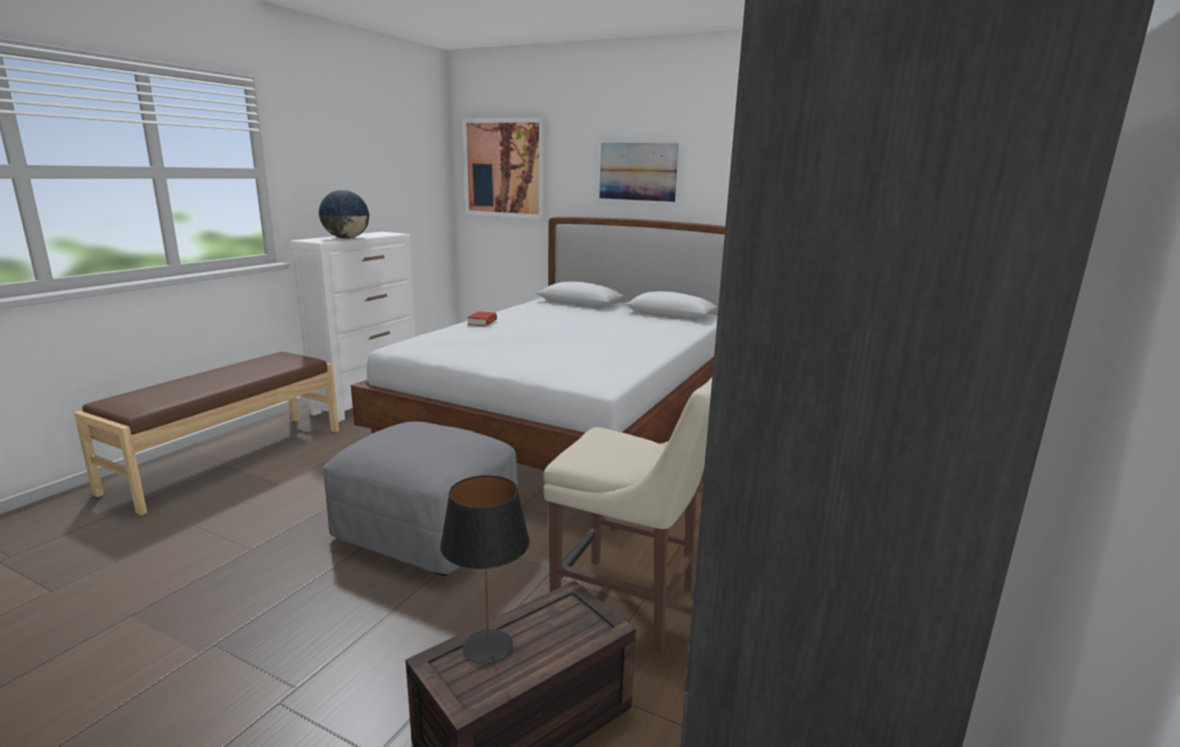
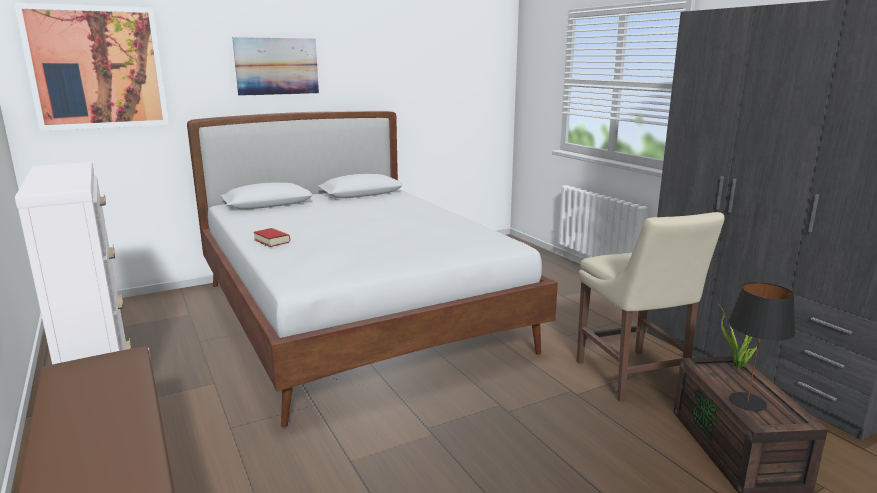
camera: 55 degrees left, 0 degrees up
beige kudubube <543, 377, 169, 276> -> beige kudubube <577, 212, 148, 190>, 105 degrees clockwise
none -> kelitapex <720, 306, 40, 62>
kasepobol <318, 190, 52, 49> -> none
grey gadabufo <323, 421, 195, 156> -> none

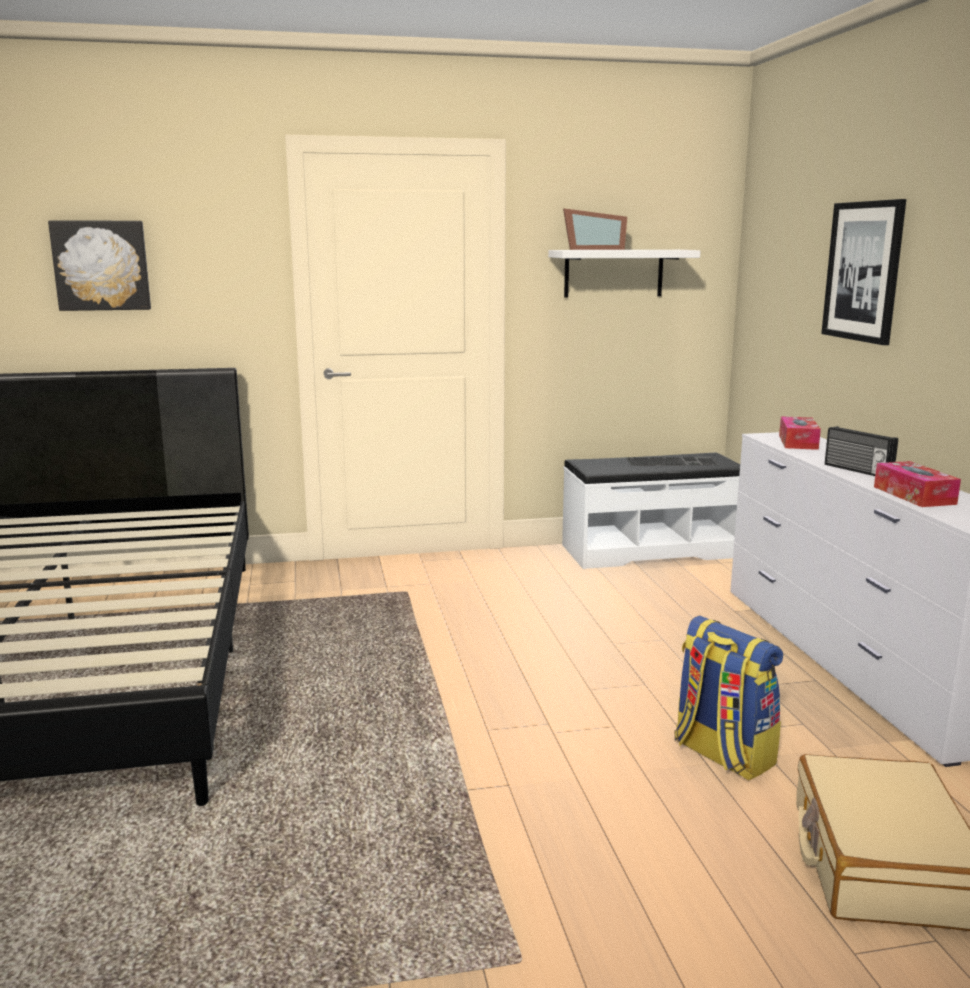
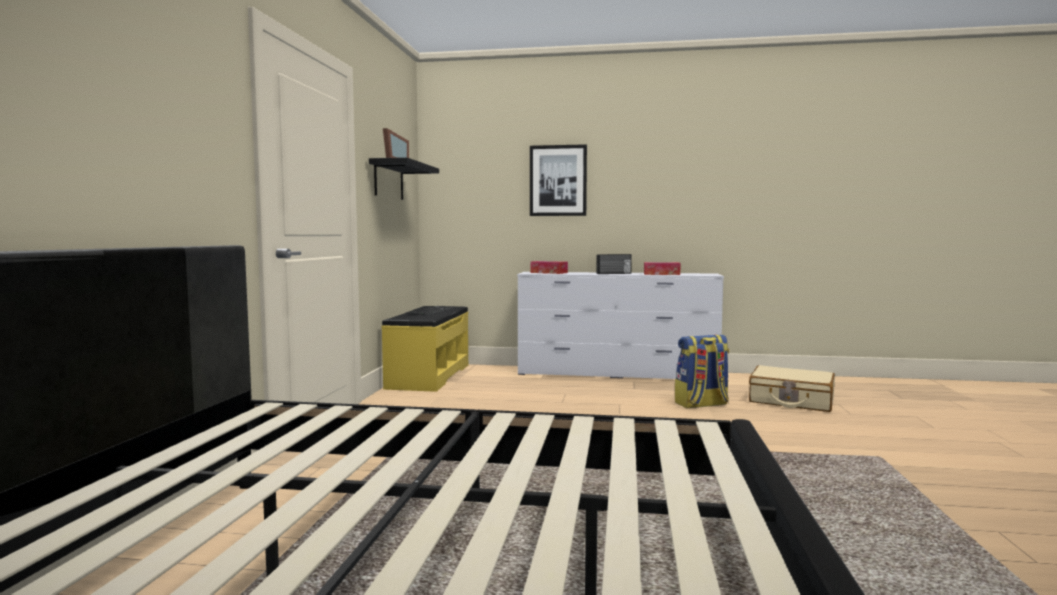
camera: 70 degrees left, 10 degrees down
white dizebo <548, 250, 152, 48> -> black dizebo <369, 157, 70, 43>
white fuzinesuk <562, 453, 178, 116> -> yellow fuzinesuk <381, 306, 88, 86>
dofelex <48, 220, 103, 91> -> none

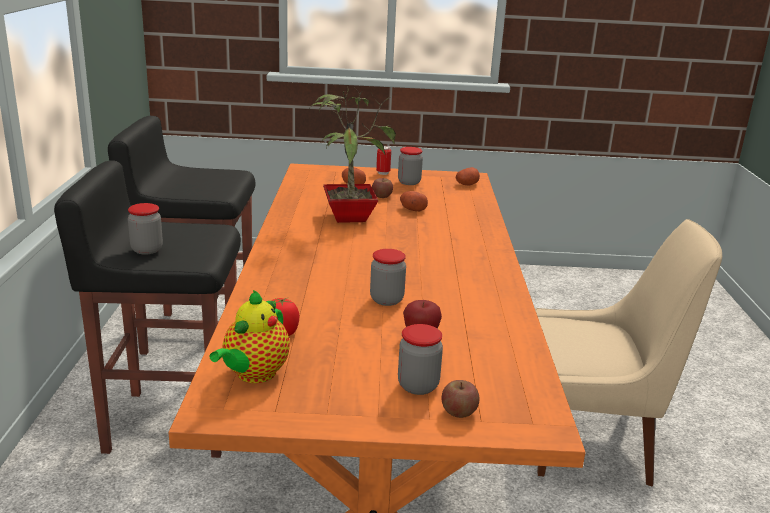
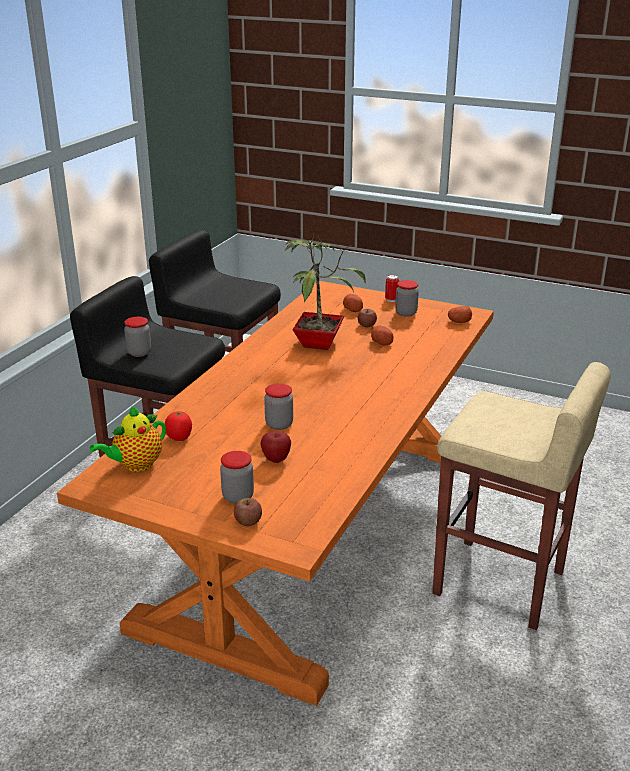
camera: 25 degrees right, 5 degrees up
beige kudubube <535, 219, 187, 268> -> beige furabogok <433, 362, 178, 268>

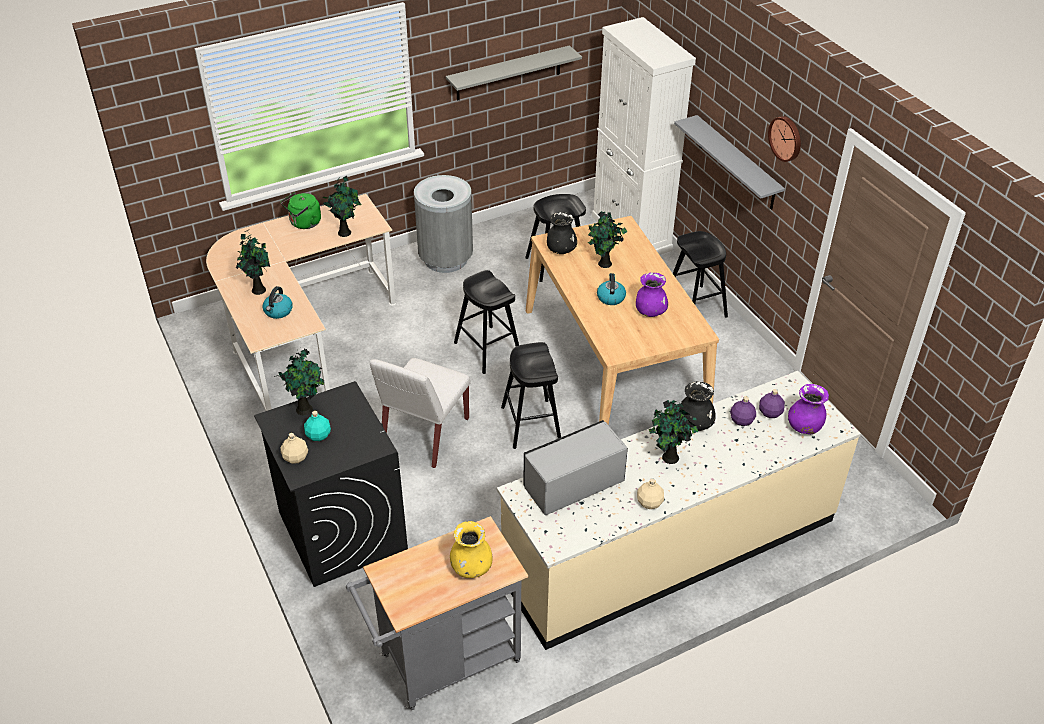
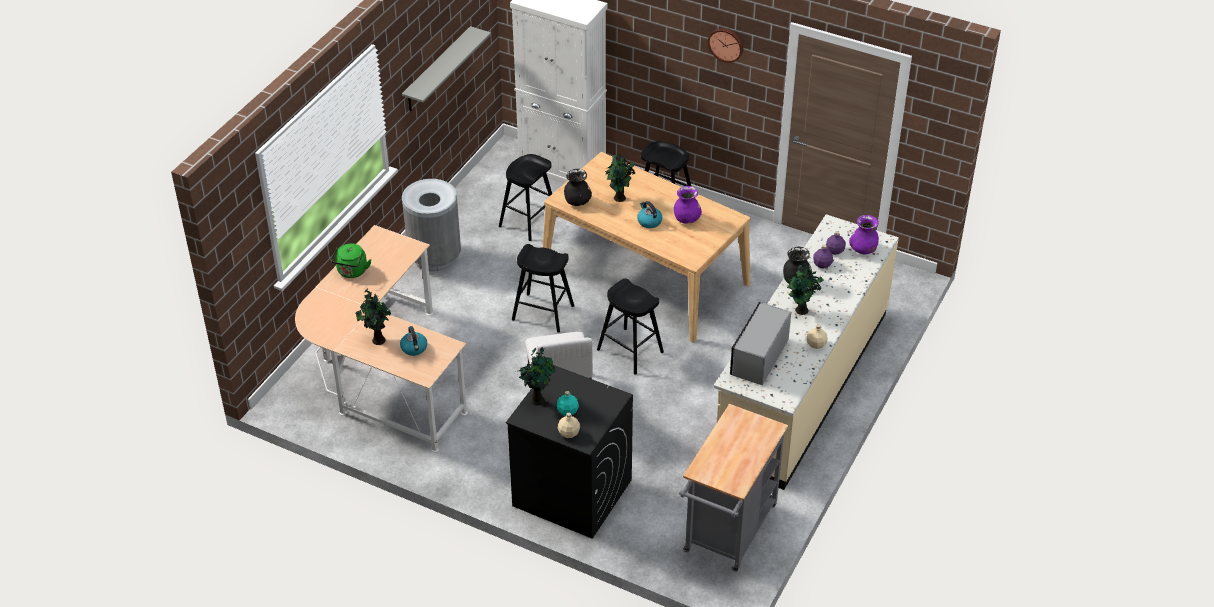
camera: 35 degrees left, 0 degrees up
kelitapex <322, 176, 39, 61> -> none
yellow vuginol <450, 521, 42, 57> -> none
grey dizebo <674, 115, 111, 95> -> none

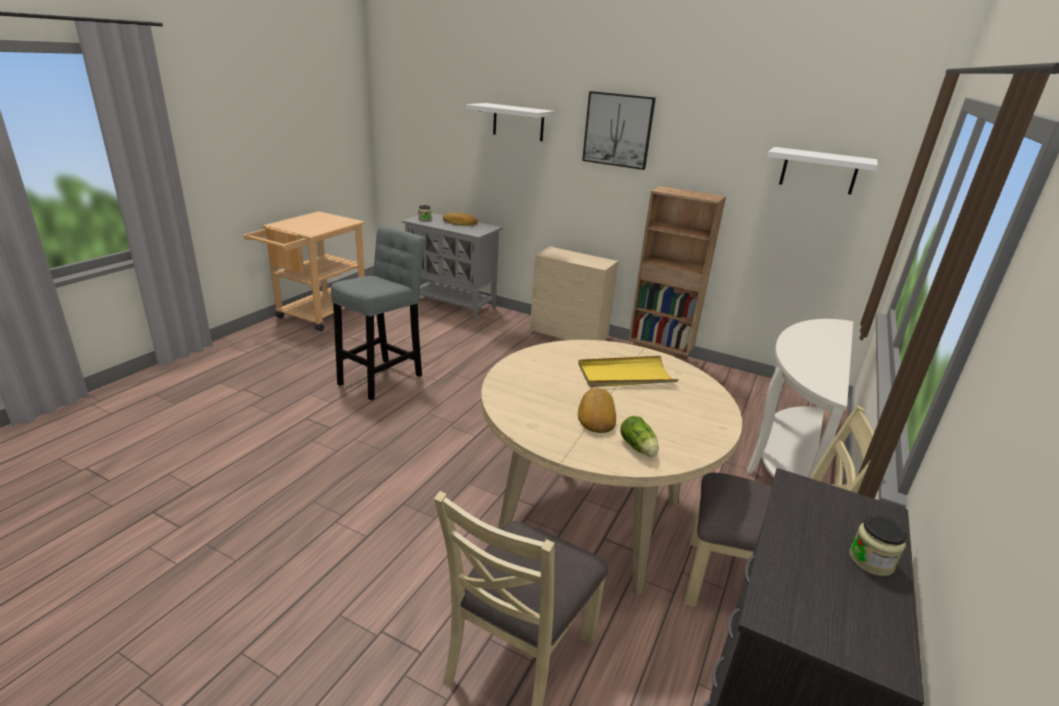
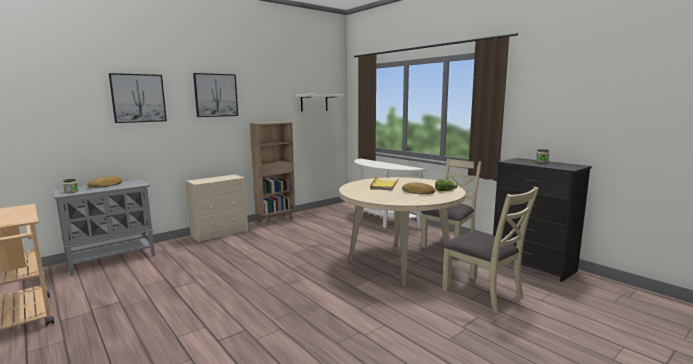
camera: 65 degrees left, 15 degrees down
white dizebo <466, 103, 89, 38> -> dofelex <109, 73, 58, 50>
grey furabogok <331, 226, 95, 174> -> none

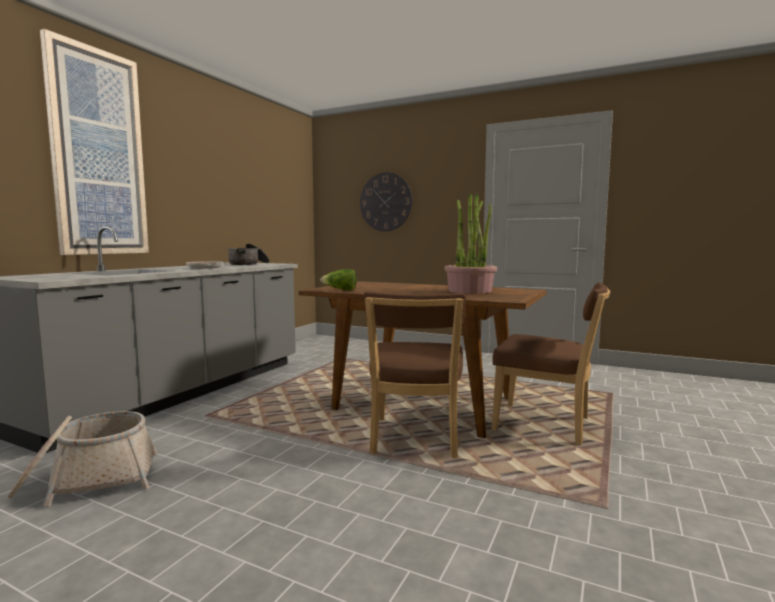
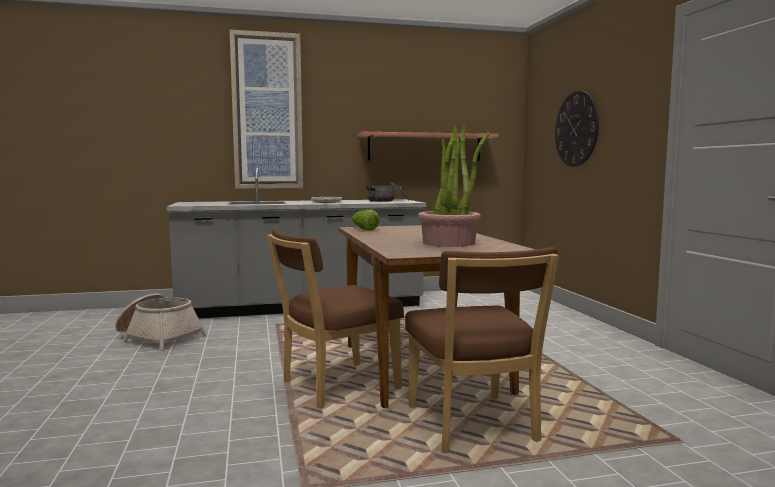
camera: 50 degrees right, 0 degrees up
none -> dizebo <358, 132, 141, 29>

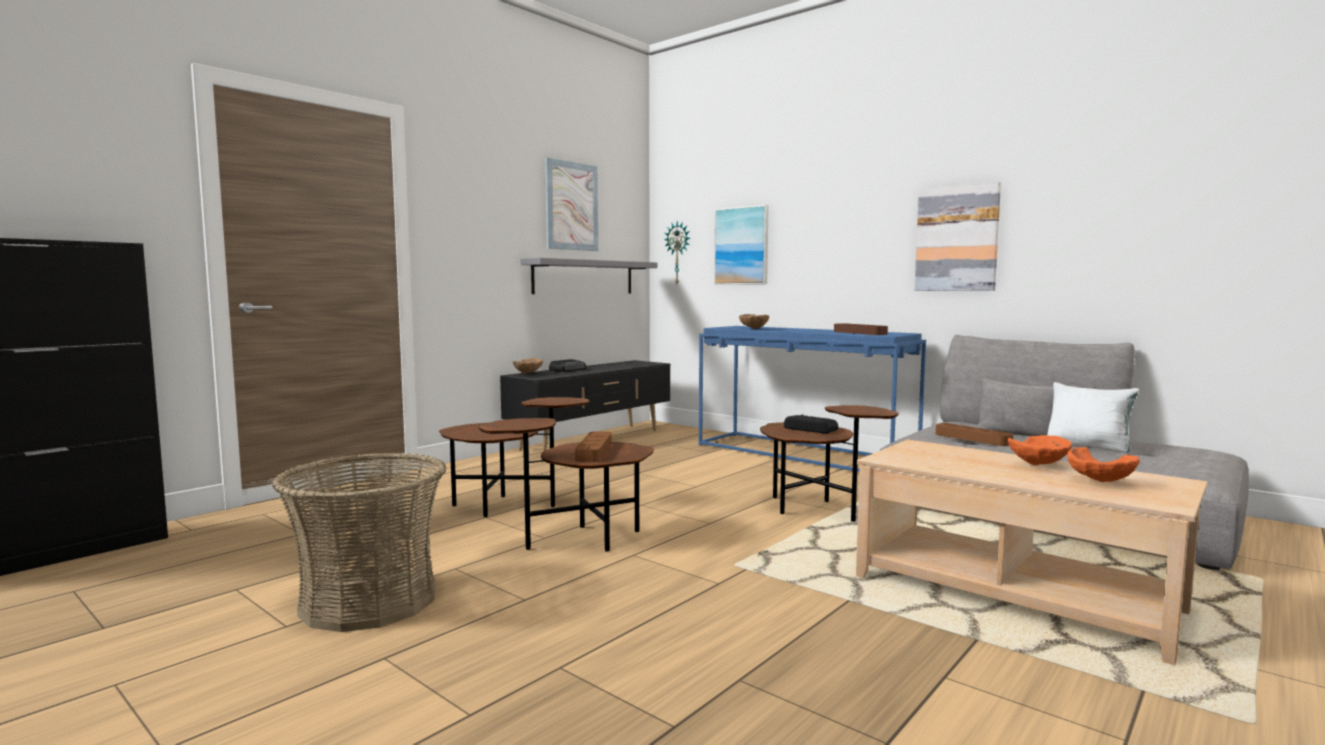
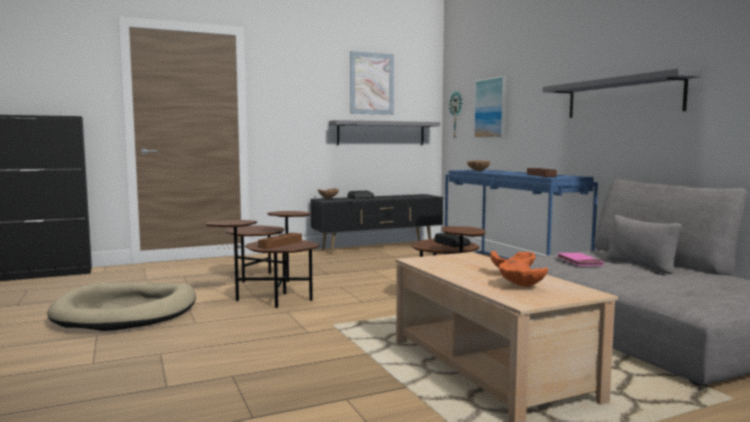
camera: 25 degrees right, 0 degrees up
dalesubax <272, 452, 175, 180> -> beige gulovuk <47, 282, 149, 49>
dofelex <915, 182, 86, 109> -> grey dizebo <543, 68, 159, 50>
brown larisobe <936, 423, 77, 23> -> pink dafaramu <556, 252, 48, 14>
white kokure <1047, 382, 92, 71> -> none

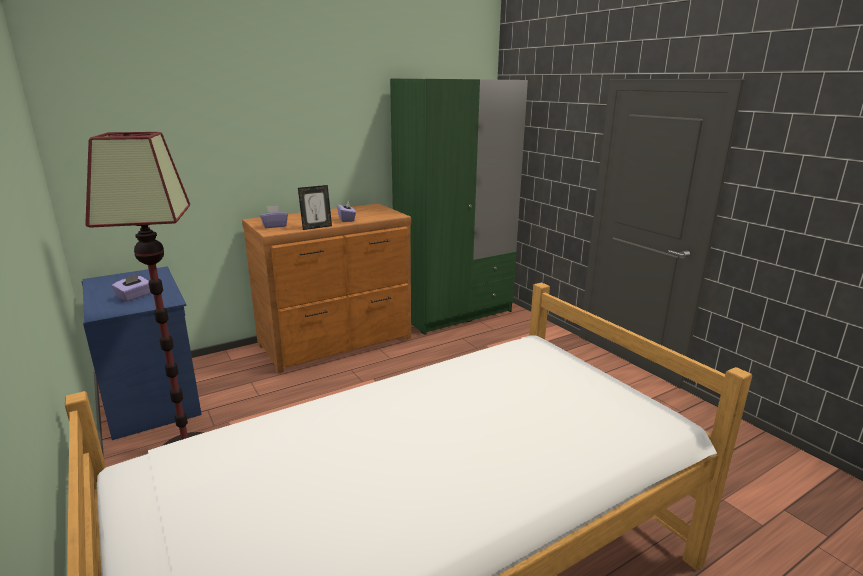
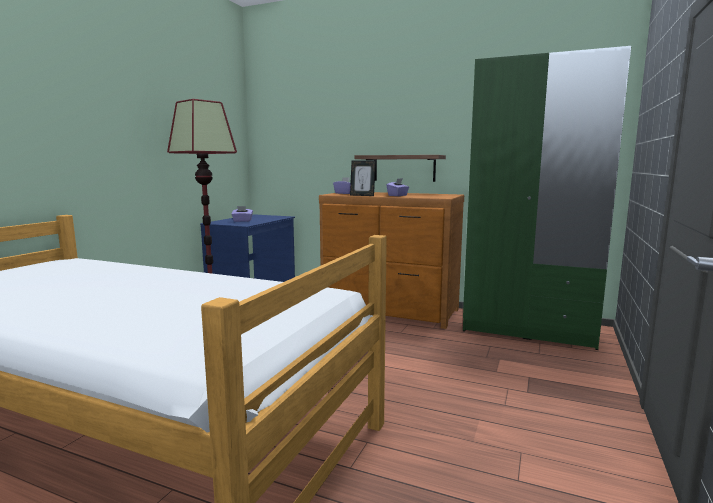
camera: 55 degrees right, 10 degrees down
none -> dizebo <355, 155, 91, 27>

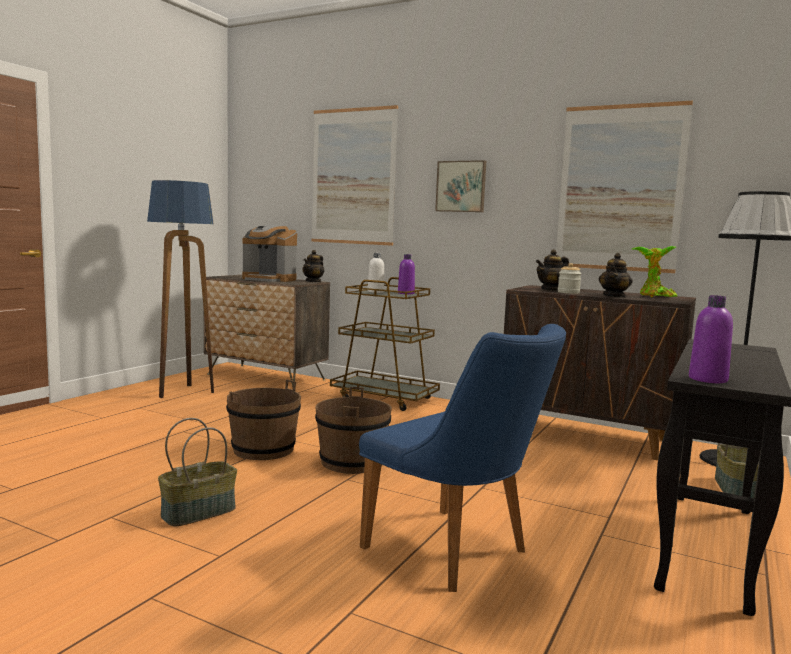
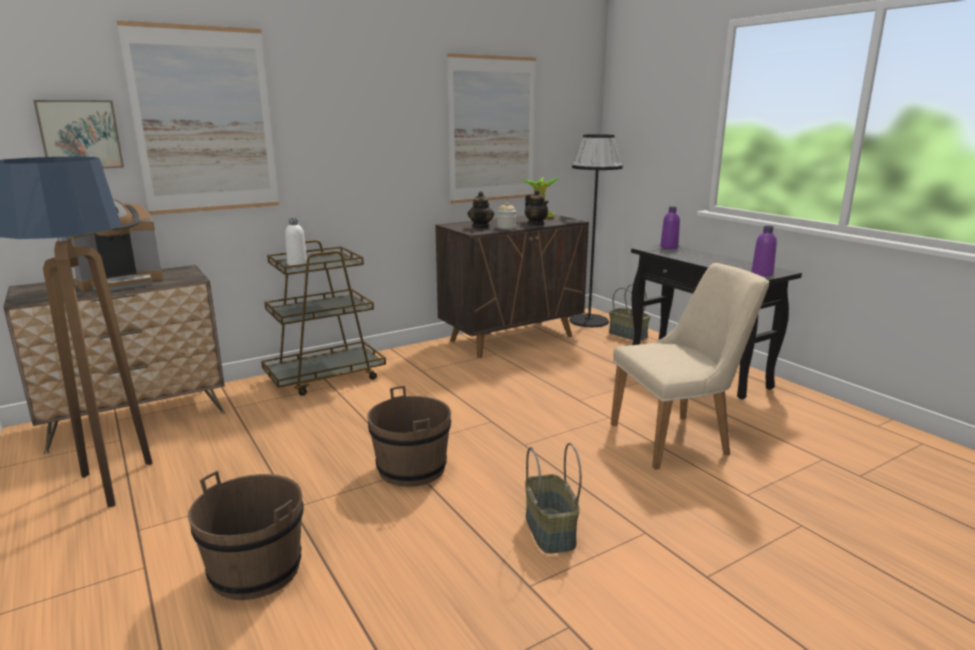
camera: 60 degrees left, 10 degrees up
dofelex <435, 160, 51, 52> -> dofelex <33, 100, 91, 68>, move
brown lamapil <315, 387, 77, 87> -> brown lamapil <188, 471, 116, 129>, move
blue kudubube <359, 324, 207, 268> -> beige kudubube <611, 263, 158, 207>
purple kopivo <398, 254, 17, 40> -> purple kopivo <660, 207, 20, 42>, move
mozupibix <303, 250, 21, 32> -> none

